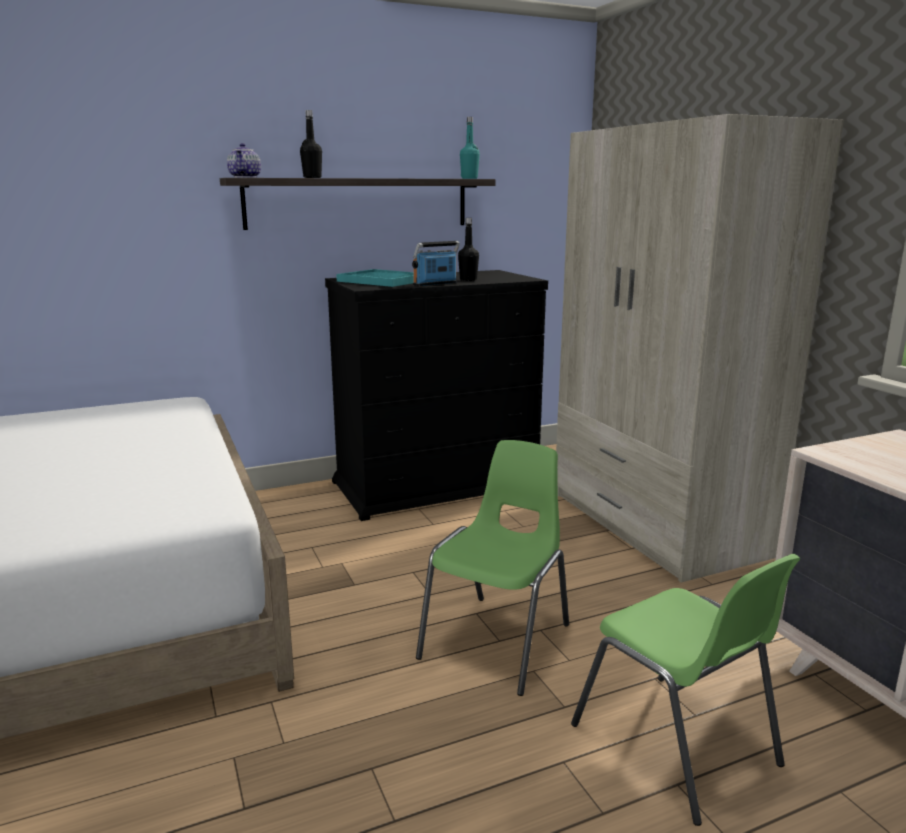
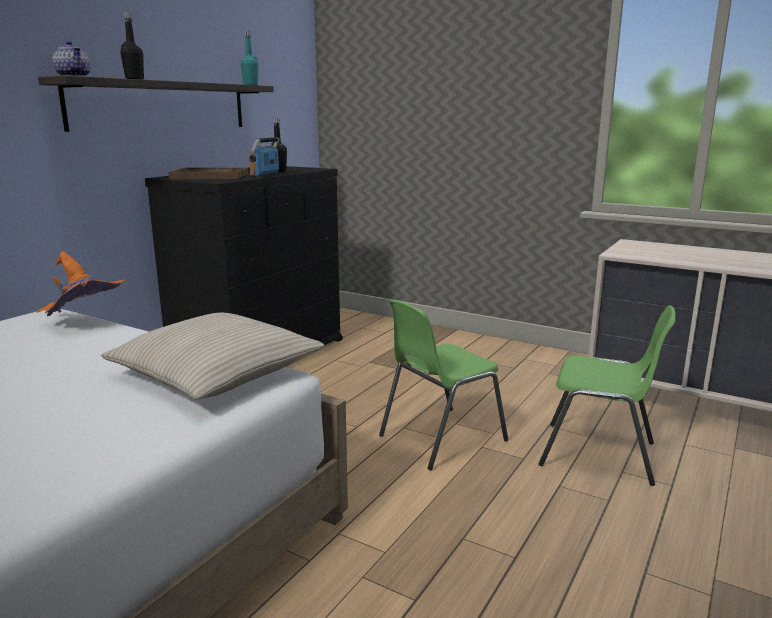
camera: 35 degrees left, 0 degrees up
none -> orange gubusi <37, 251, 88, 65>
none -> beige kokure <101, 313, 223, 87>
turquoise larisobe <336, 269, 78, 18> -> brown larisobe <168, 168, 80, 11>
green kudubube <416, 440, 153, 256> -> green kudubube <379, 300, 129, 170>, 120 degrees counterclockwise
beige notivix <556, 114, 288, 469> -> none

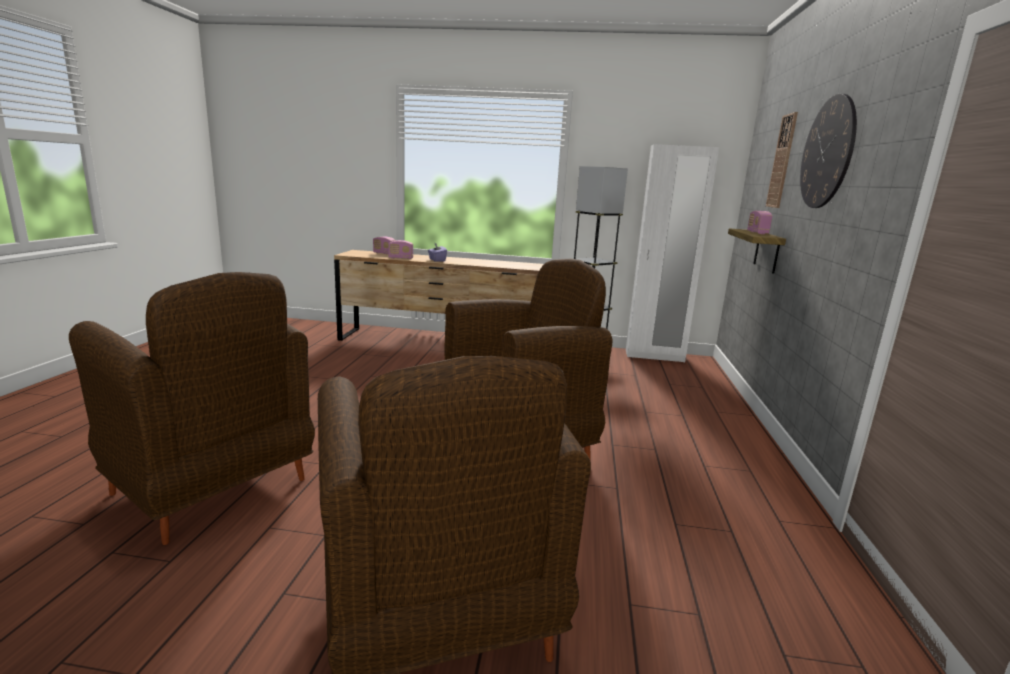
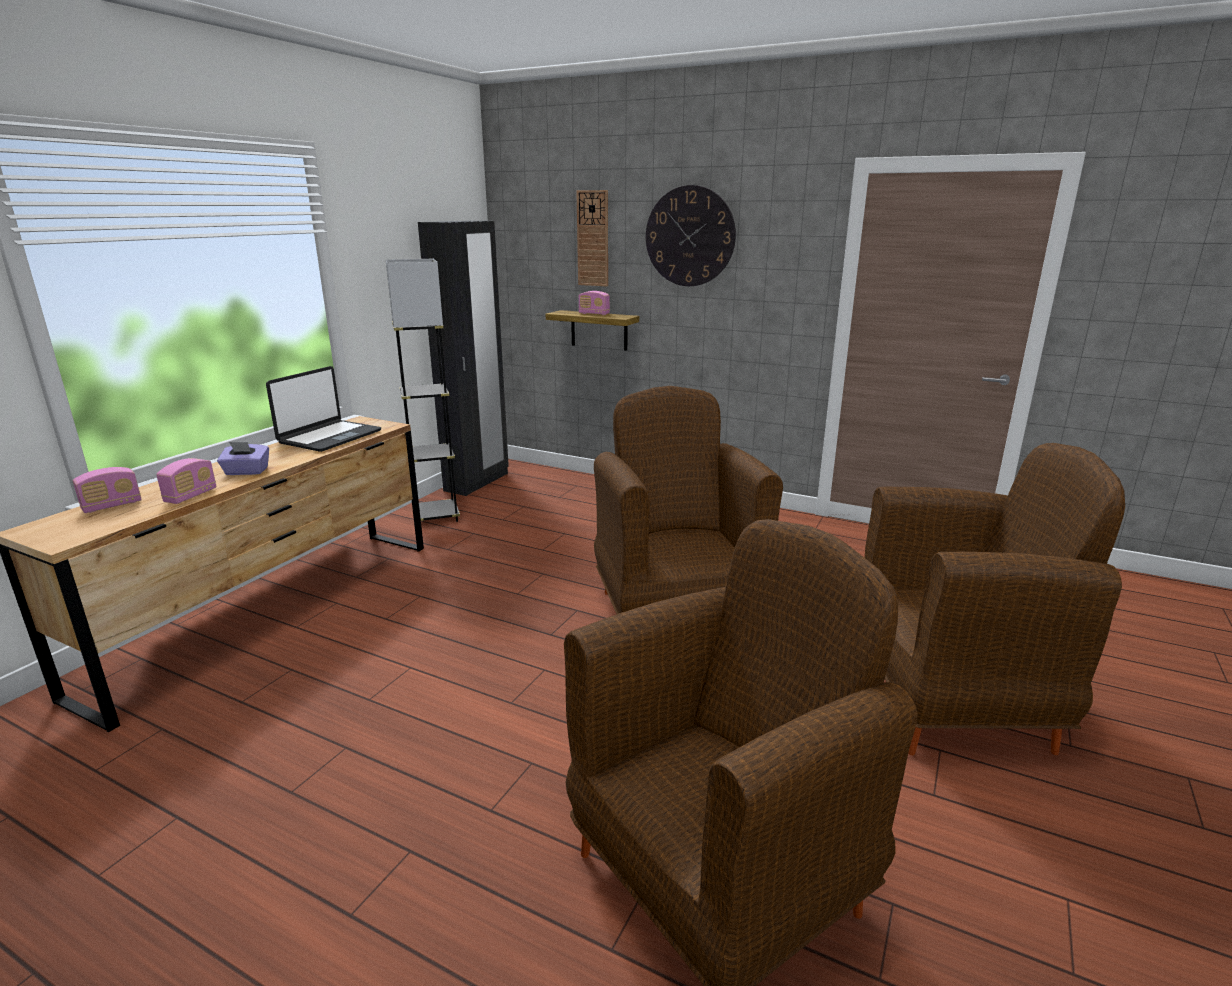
camera: 70 degrees left, 5 degrees up
none -> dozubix <266, 366, 115, 86>
white notivix <626, 144, 93, 218> -> black notivix <418, 221, 91, 275>

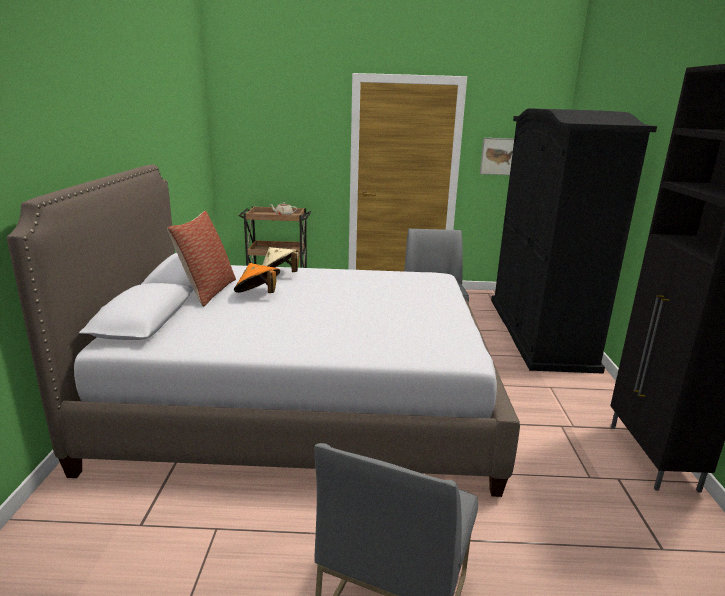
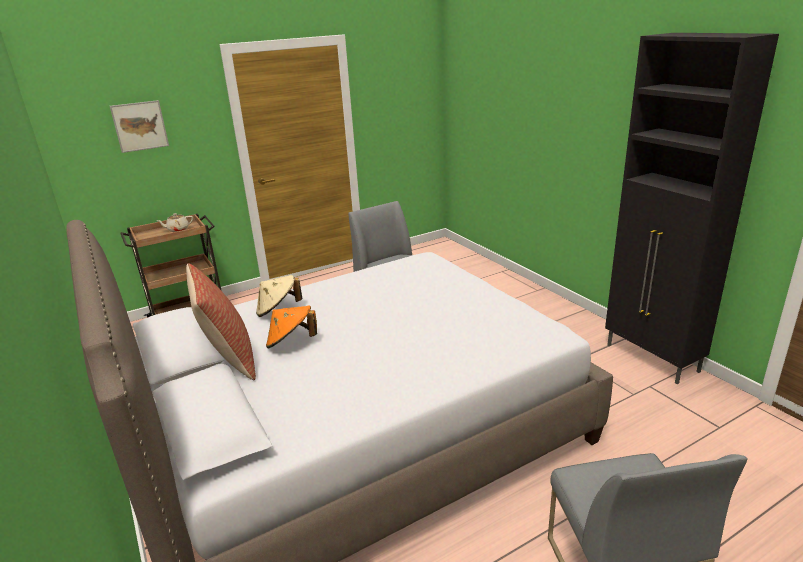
camera: 30 degrees left, 5 degrees up
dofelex <480, 138, 34, 37> -> dofelex <110, 100, 59, 53>, move
black notivix <491, 108, 166, 266> -> none

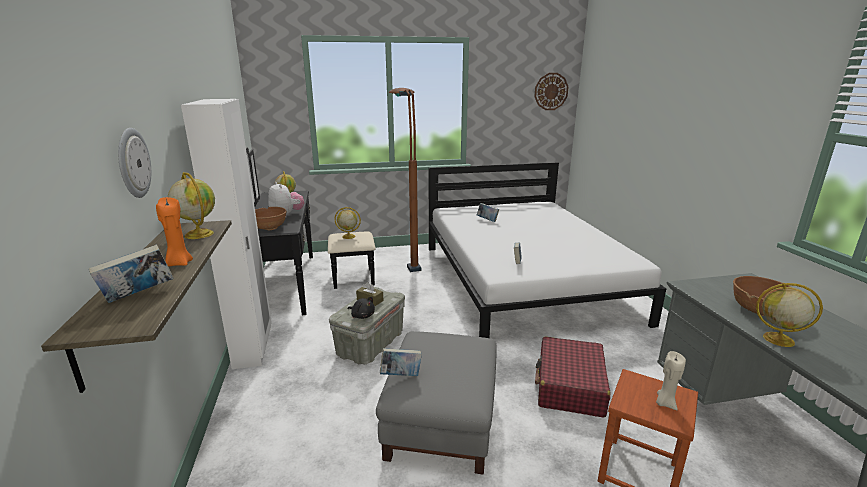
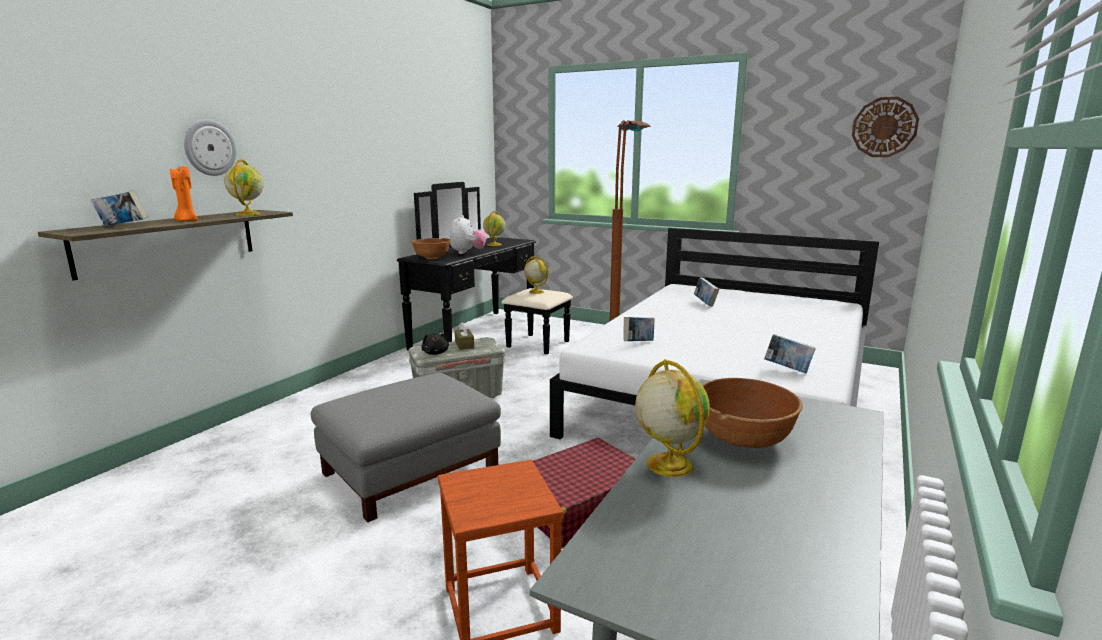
camera: 40 degrees right, 5 degrees down
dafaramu <380, 348, 42, 28> -> dafaramu <764, 334, 52, 39>, move
white notivix <181, 99, 91, 270> -> none
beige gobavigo <656, 351, 30, 59> -> none

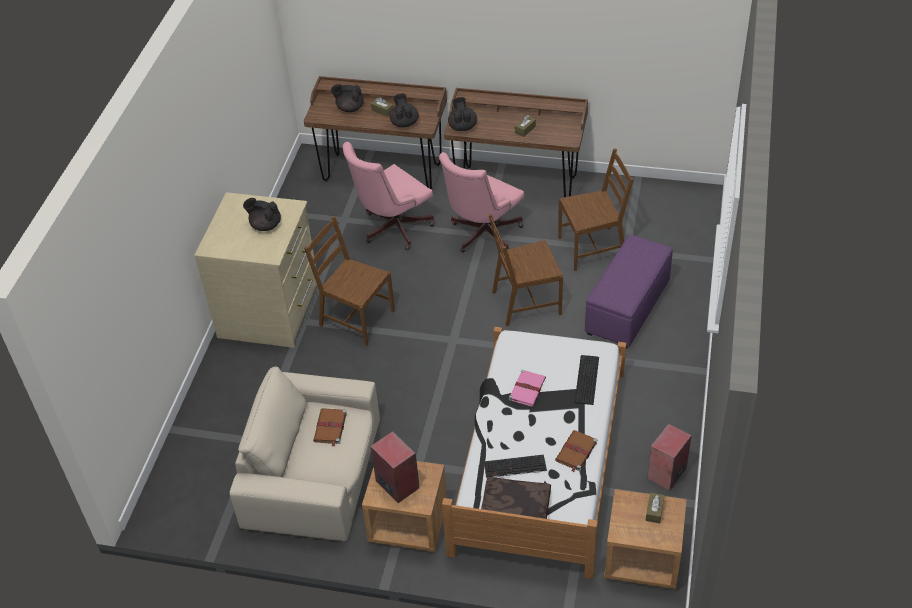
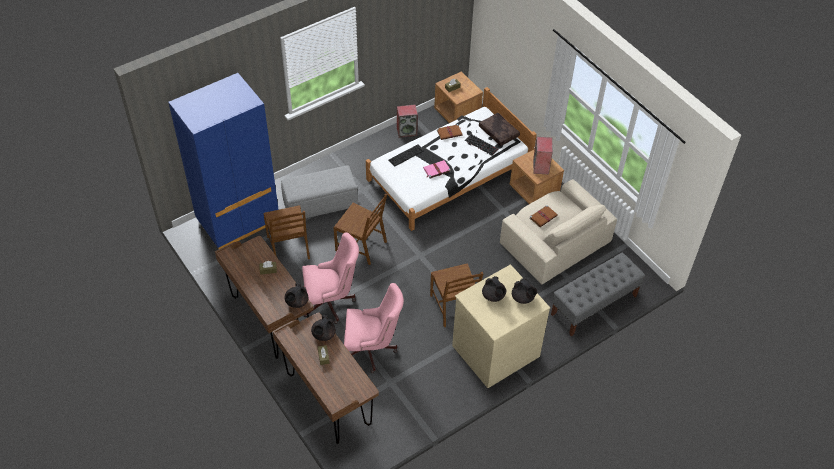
camera: 140 degrees left, 5 degrees up
none -> blue notivix <168, 73, 111, 176>
brown kudubube <558, 149, 76, 122> -> brown kudubube <263, 205, 47, 54>, 135 degrees counterclockwise
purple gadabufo <585, 234, 88, 115> -> grey gadabufo <281, 165, 77, 53>
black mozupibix <331, 84, 33, 28> -> black mozupibix <512, 278, 26, 26>, move
none -> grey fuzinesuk <551, 253, 94, 84>

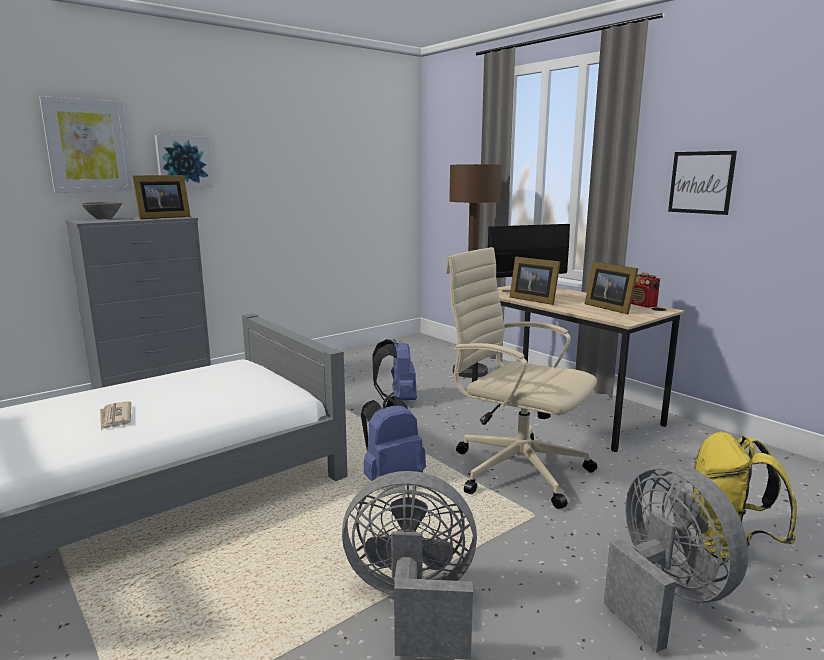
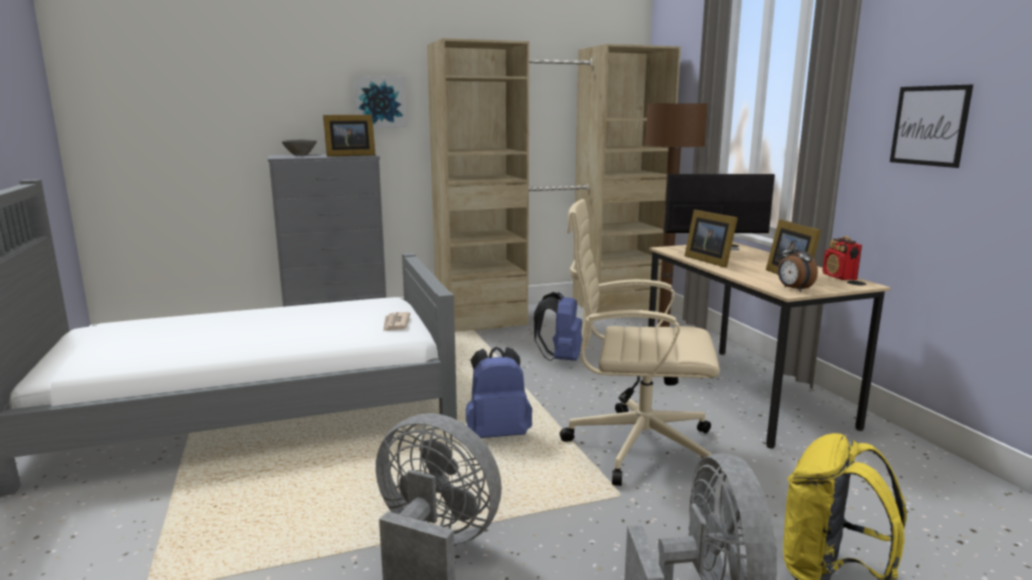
camera: 20 degrees right, 0 degrees up
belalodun <100, 401, 31, 29> -> belalodun <383, 312, 27, 20>, move
none -> beige notivix <427, 38, 254, 294>
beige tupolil <446, 247, 151, 262> -> beige tupolil <560, 199, 161, 287>, 45 degrees counterclockwise
none -> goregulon <778, 240, 40, 52>
dofelex <39, 96, 94, 97> -> none

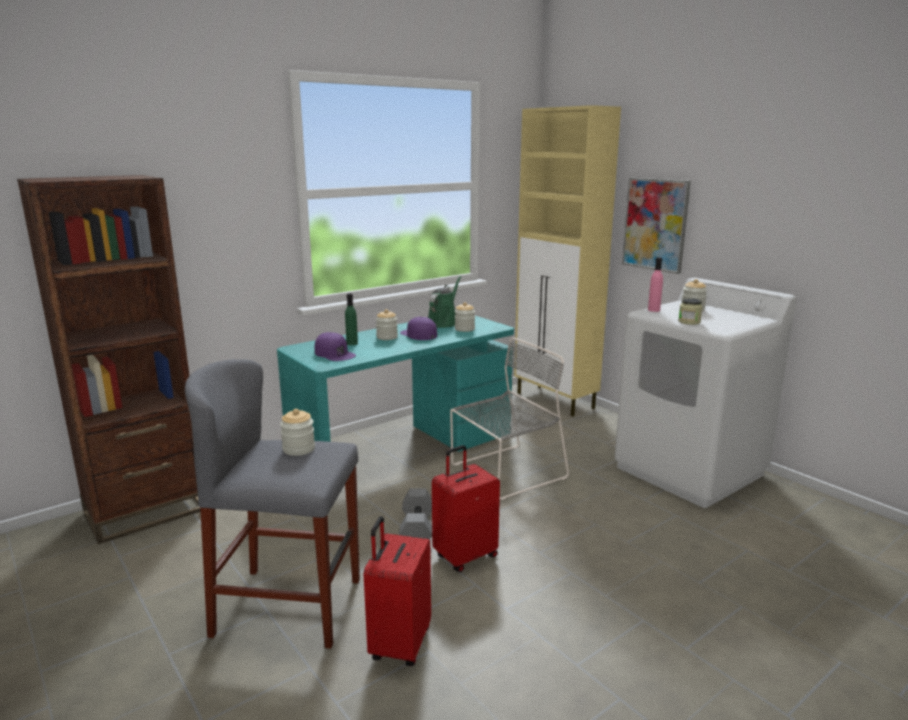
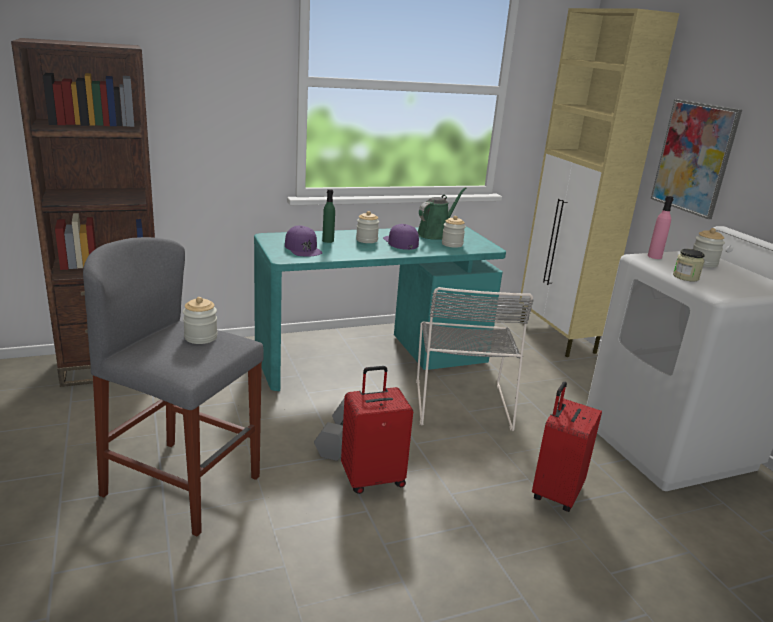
camera: 15 degrees right, 5 degrees up
grey kudubube <450, 338, 119, 162> -> grey kudubube <416, 287, 117, 144>, 105 degrees clockwise
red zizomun <364, 516, 67, 150> -> red zizomun <532, 382, 70, 130>, move

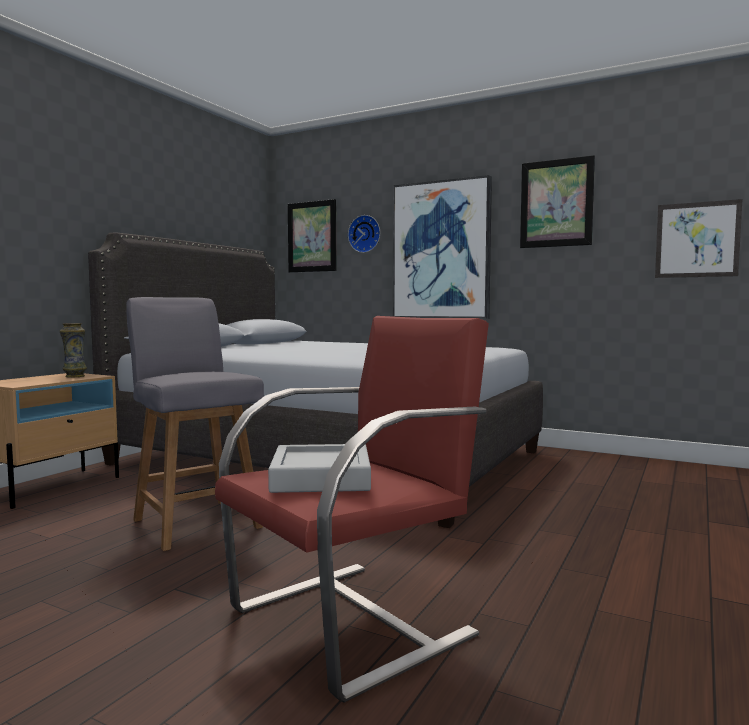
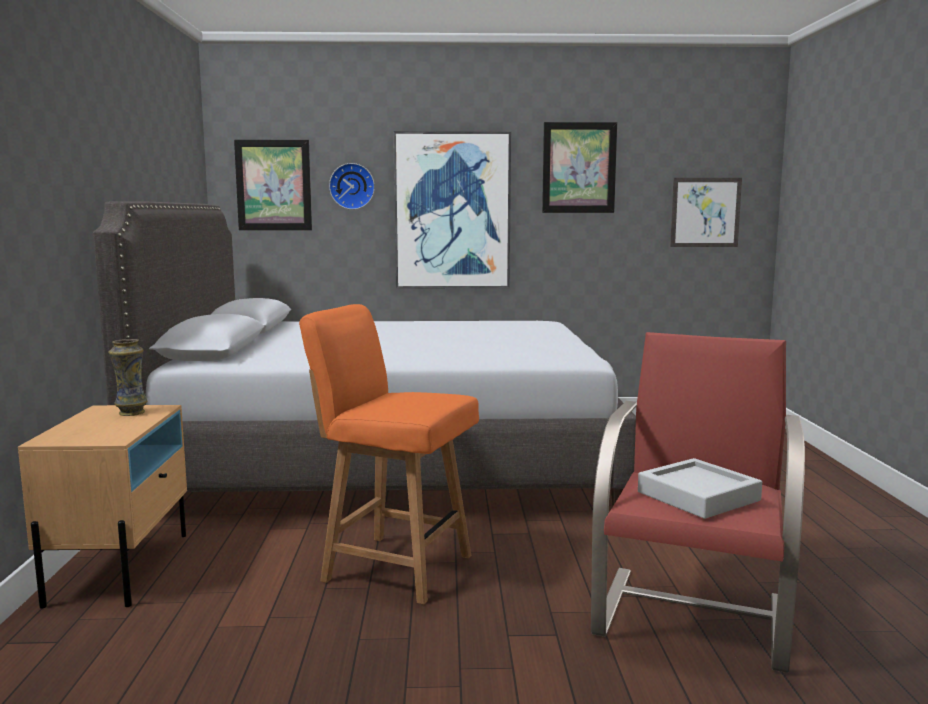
camera: 30 degrees left, 5 degrees up
grey kudubube <126, 297, 138, 254> -> orange kudubube <299, 304, 180, 300>

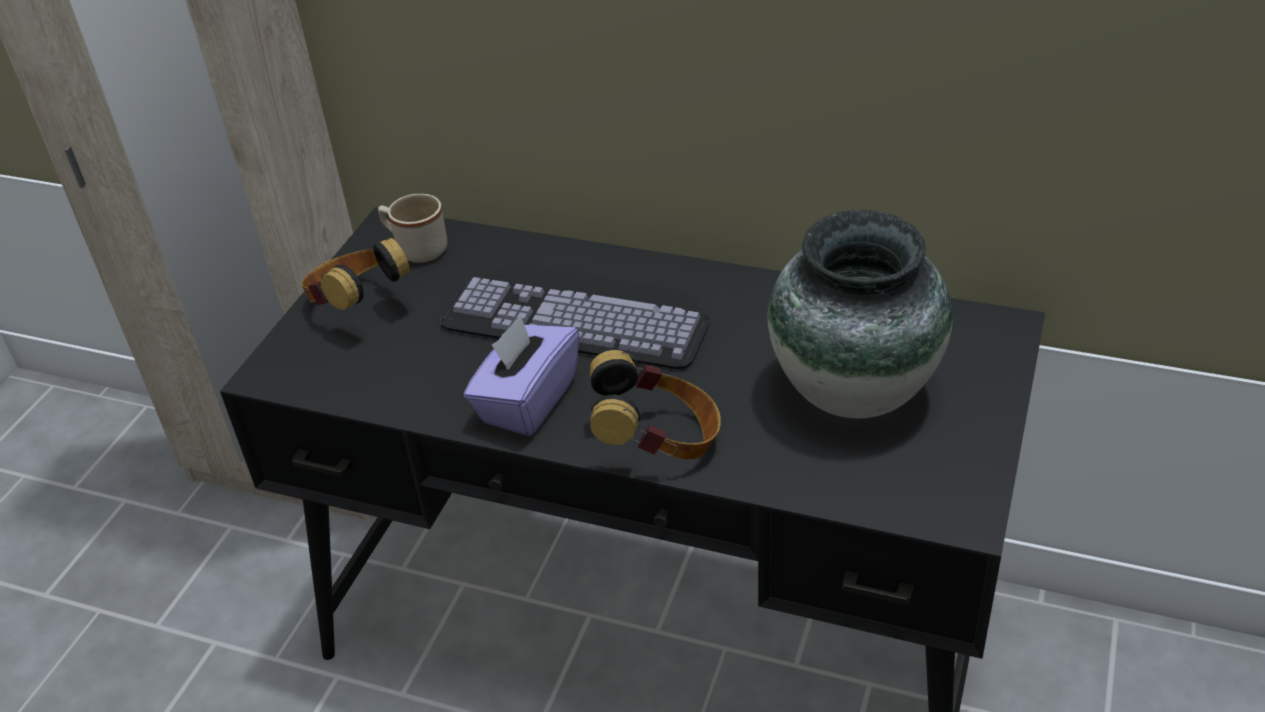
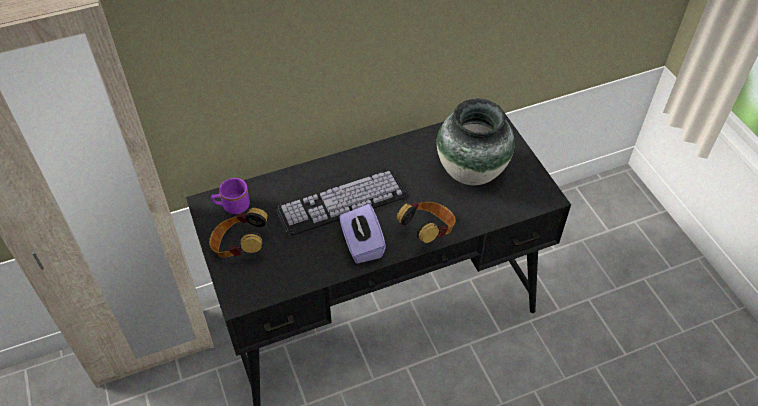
camera: 45 degrees left, 10 degrees up
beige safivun <378, 194, 69, 69> -> purple safivun <211, 178, 39, 36>

